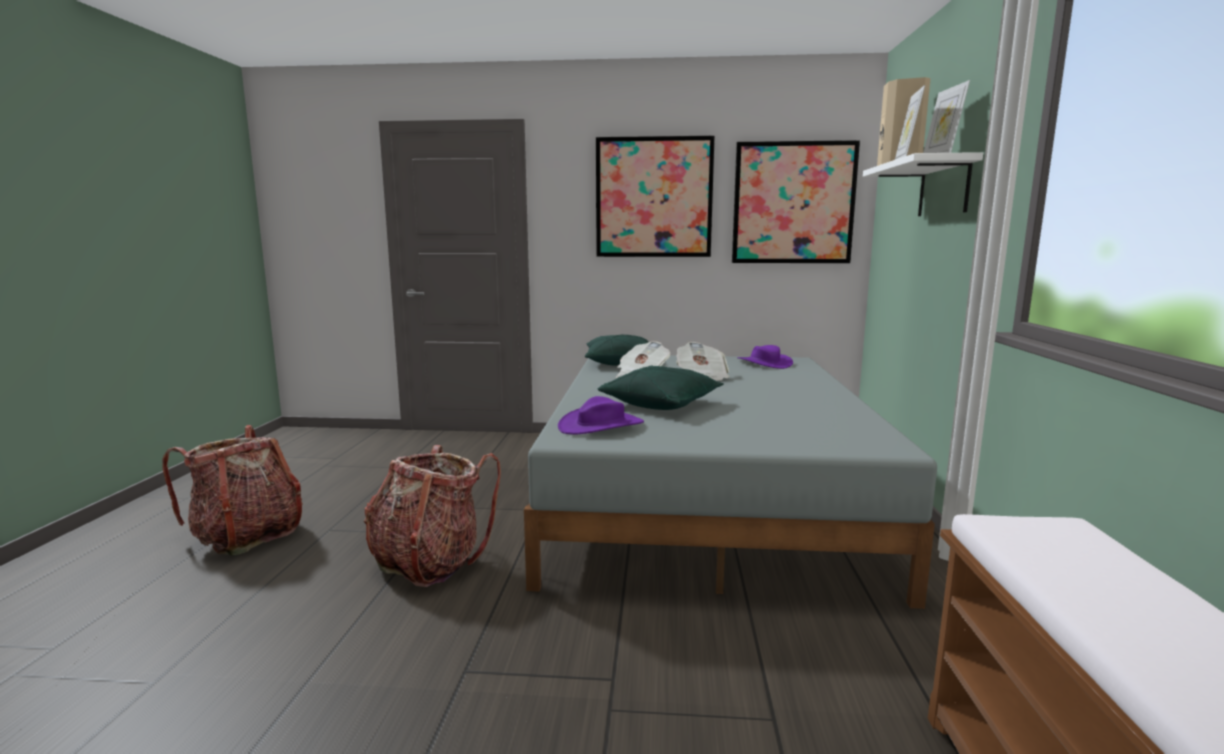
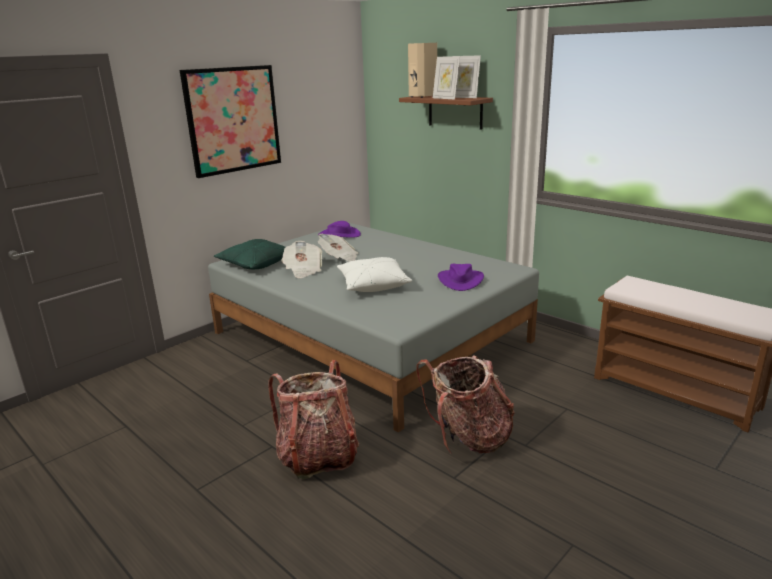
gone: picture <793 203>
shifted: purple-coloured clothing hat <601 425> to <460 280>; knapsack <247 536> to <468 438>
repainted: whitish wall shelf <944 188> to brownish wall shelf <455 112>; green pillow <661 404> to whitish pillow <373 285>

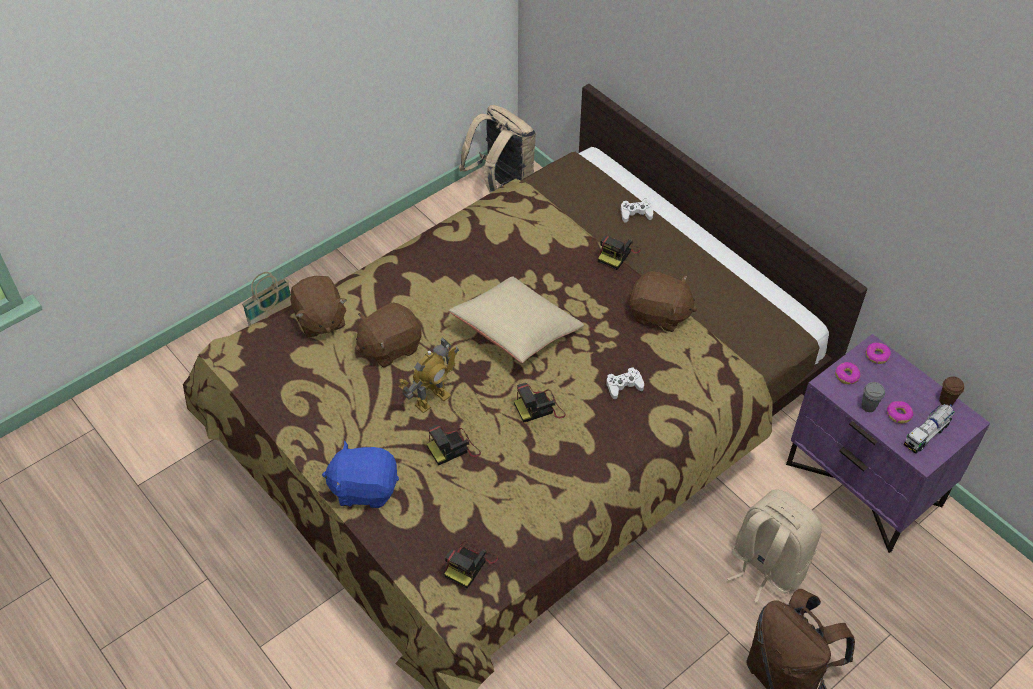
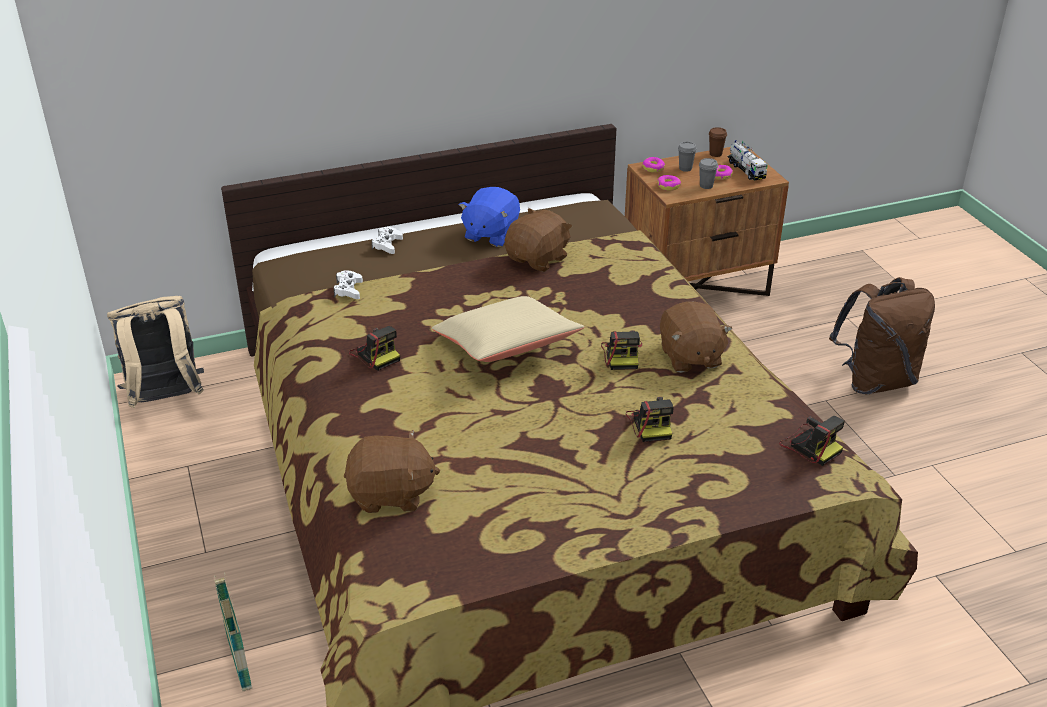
gone: robot figure <432 399>; beige knapsack <766 565>
new: gray drinking cup <685 168>
shifted: still camera <617 254> to <375 354>; brownish soft toy <389 347> to <690 357>; whitish joypad <623 386> to <348 290>; blue soft toy <364 488> to <490 234>
repainted: purple-coloured bedside table <865 484> to brownish bedside table <696 286>

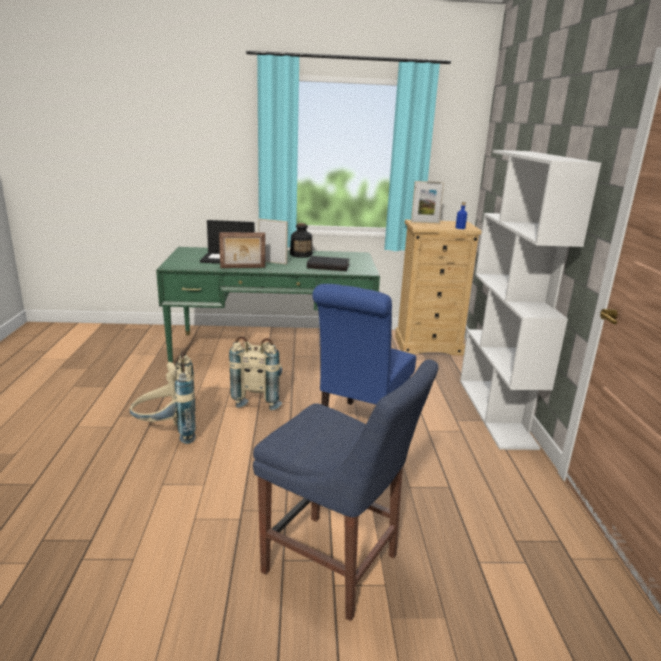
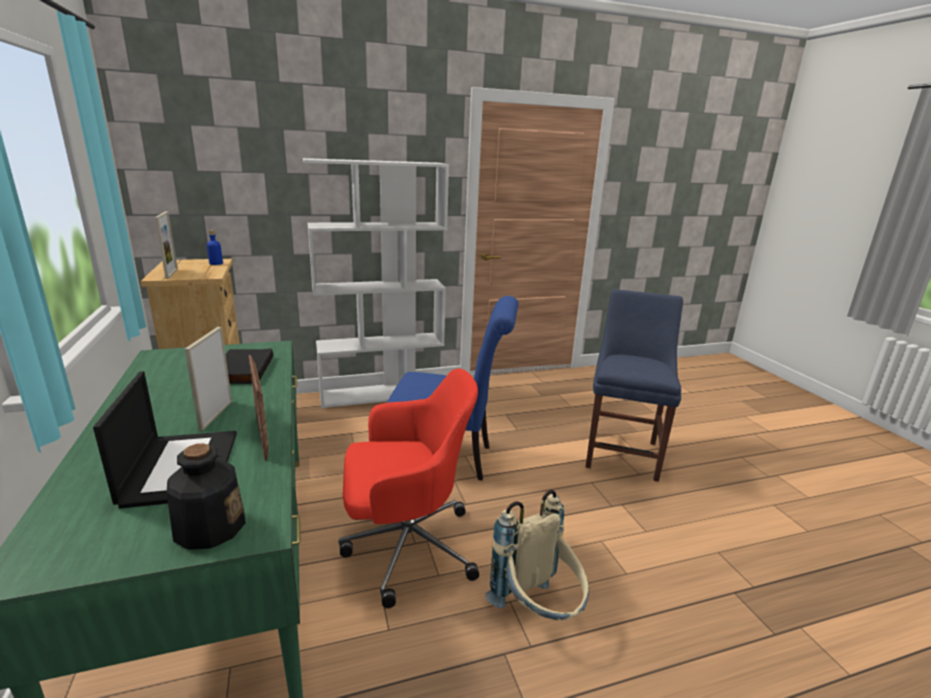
shifted: bottle <301 254> to <209 527>
swapped: beige knapsack <258 398> to red computer chair <406 546>

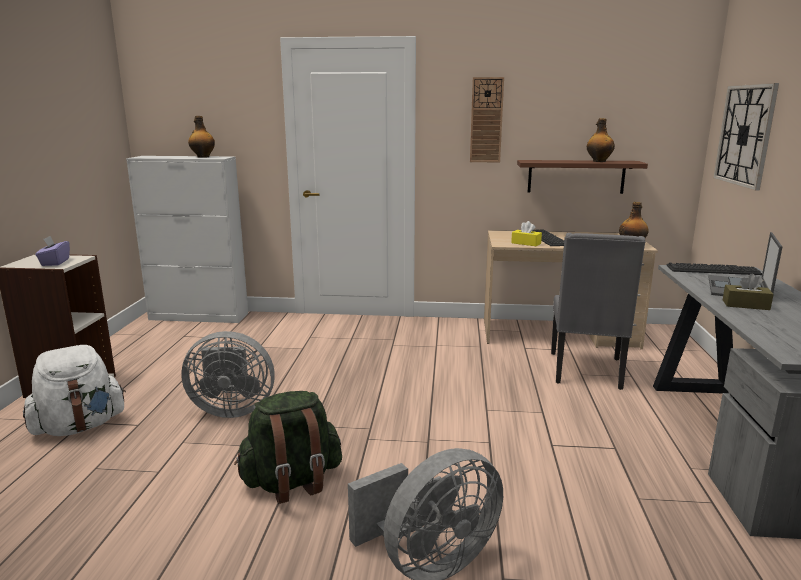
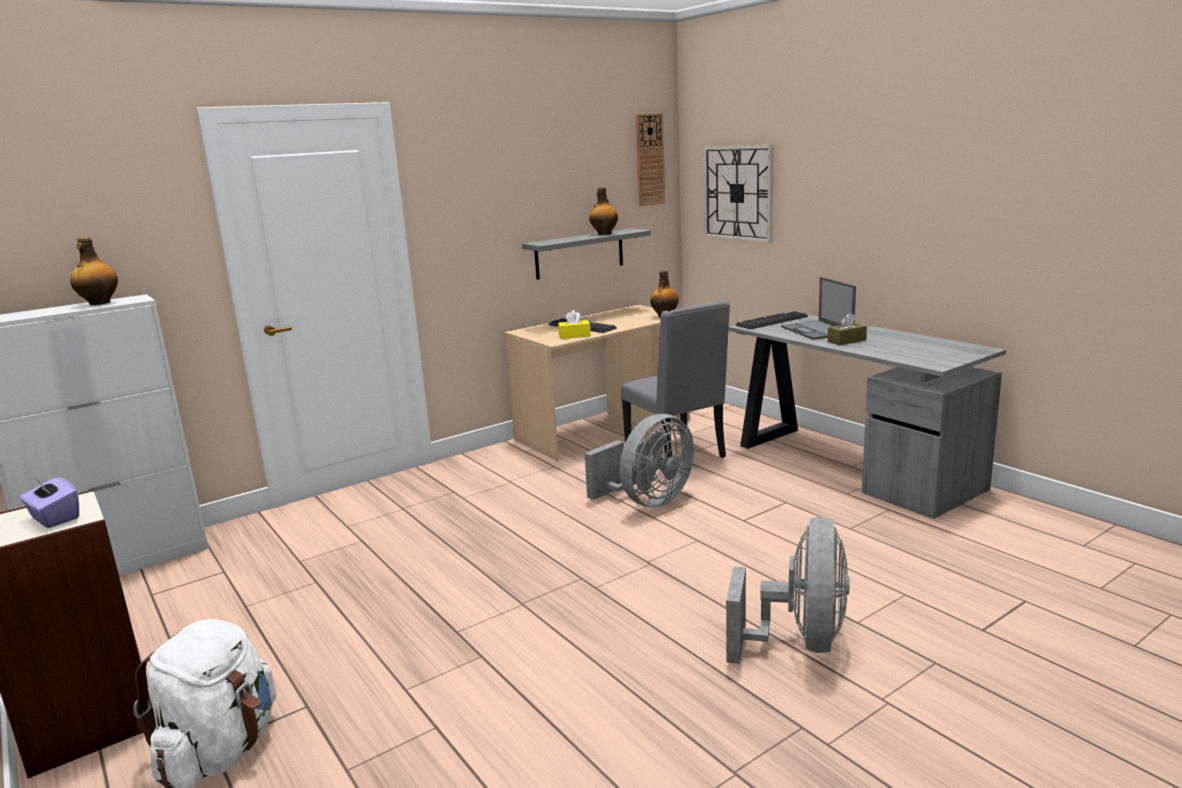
gone: green knapsack <292 482>
shifted: clock on the wall <486 120> to <650 160>; gray fan <231 409> to <647 501>
repainted: brownish wall shelf <576 176> to gray wall shelf <579 253>

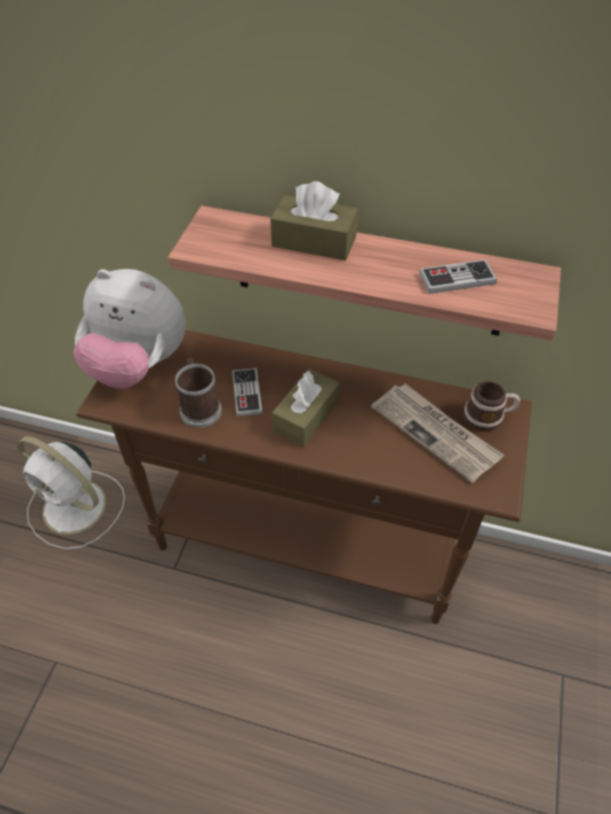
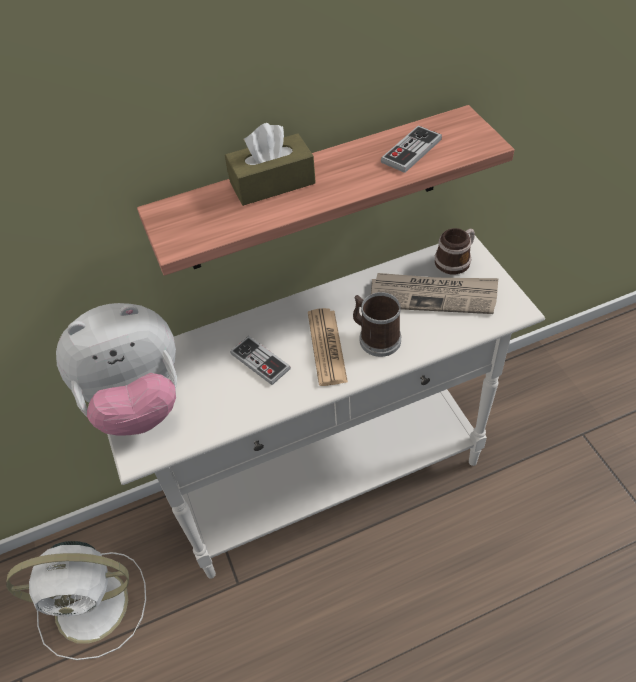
shifted: tea mug <200 407> to <375 338>
swapped: brownish box of tissues <306 416> to daily paper <327 347>
repainted: brownish hall table <307 545> to whitish hall table <331 480>

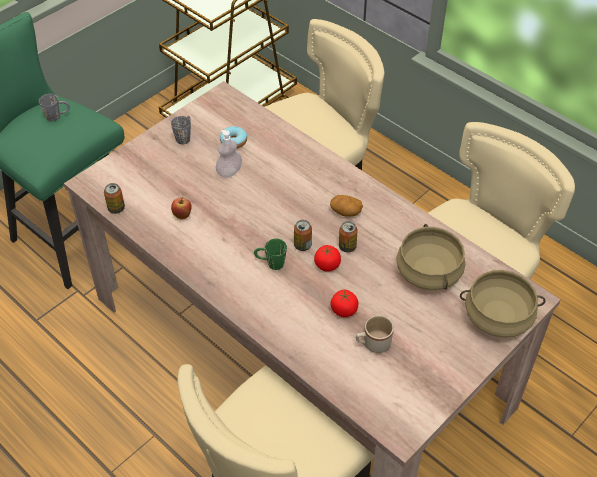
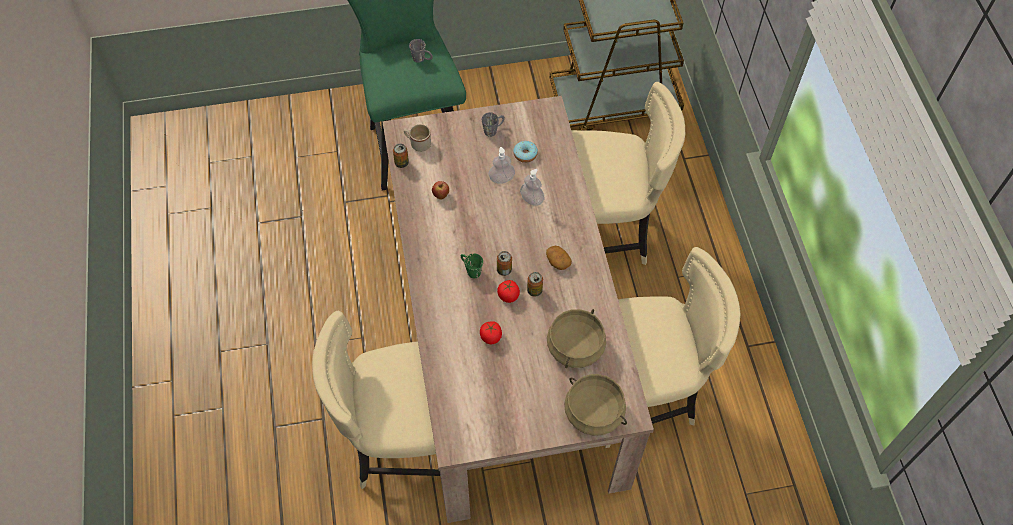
new: soap bottle <532 199>
shifted: beige tea mug <372 344> to <418 143>

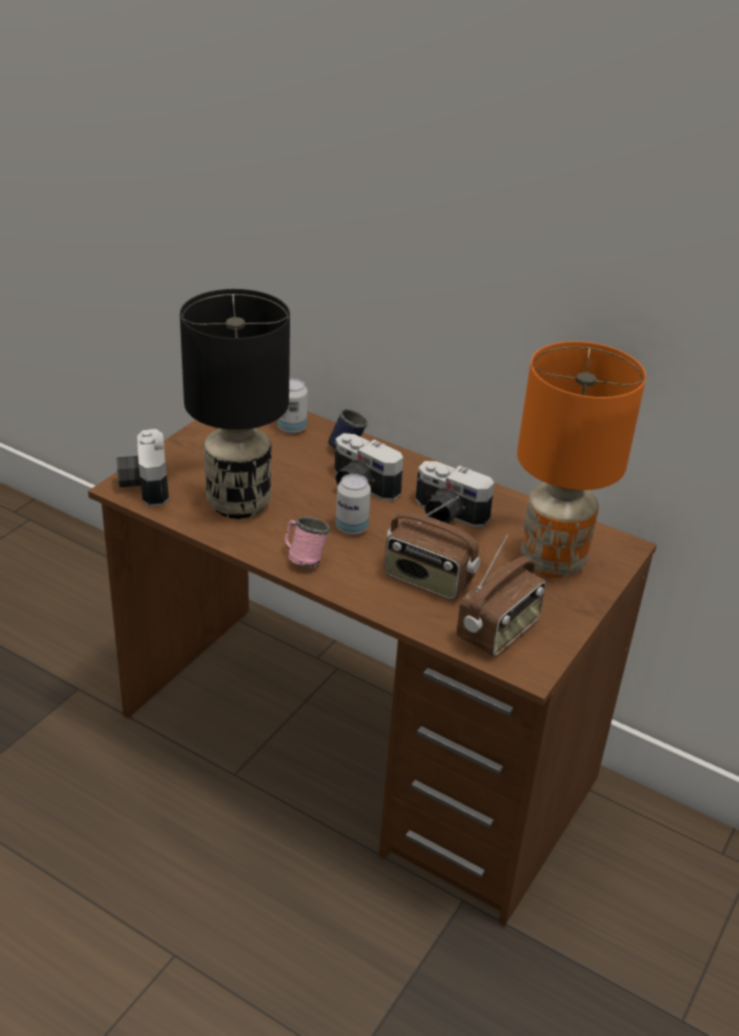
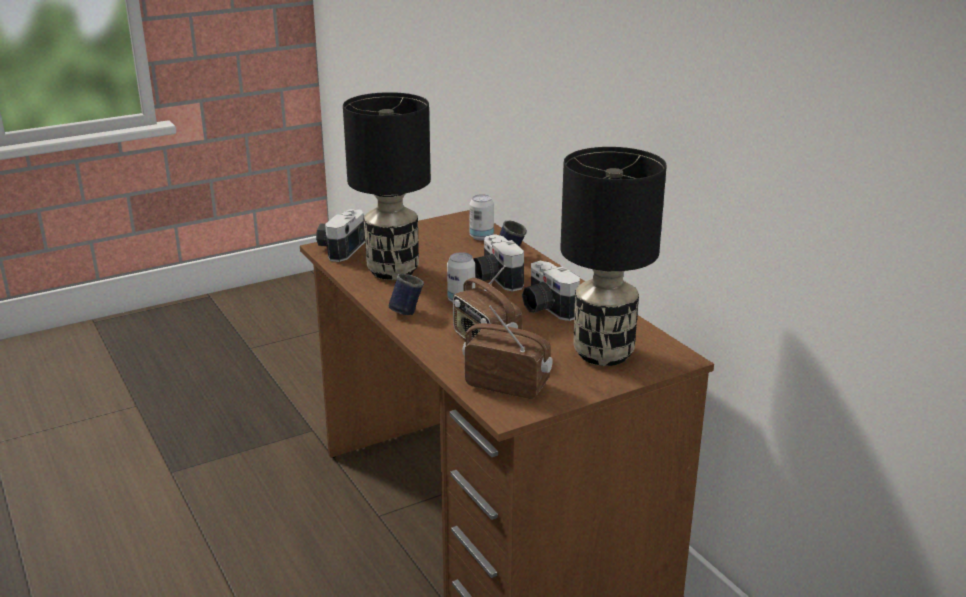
repainted: orange-coloured table lamp <553 561> to blackish table lamp <604 354>; pink tea mug <303 558> to blue tea mug <405 310>
rotated: radio receiver <499 631> = <507 385> 135 degrees counterclockwise

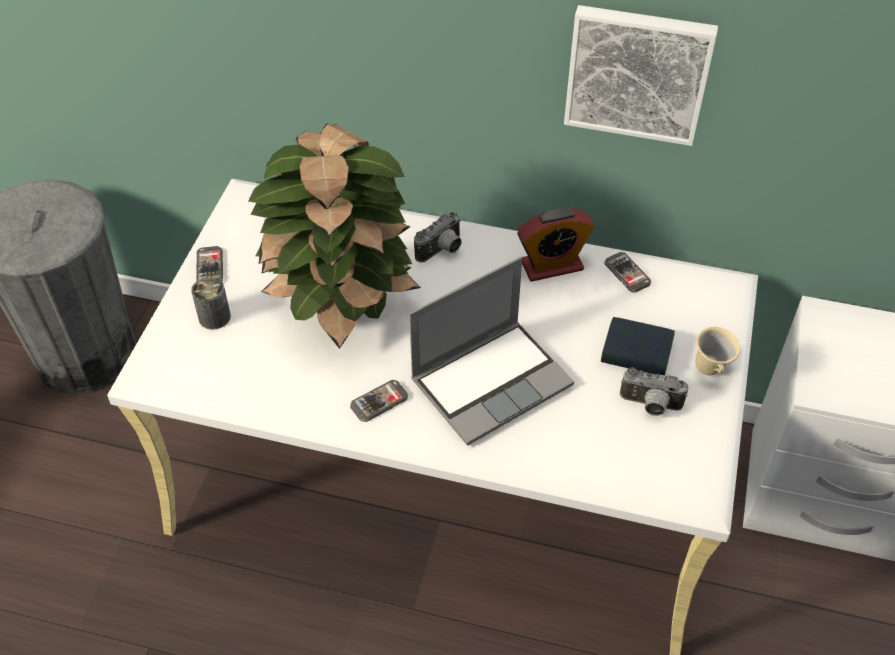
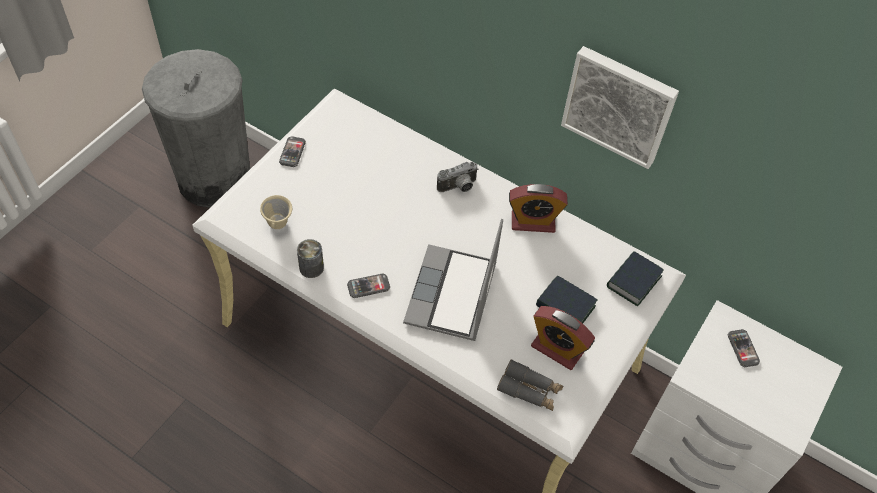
gone: plant in a pot <341 312>
new: book <633 281>; gray pair of binoculars <529 390>
shifted: phone <627 273> to <743 349>; can <214 317> to <311 267>; beige tea mug <710 370> to <279 226>
swapped: still camera <650 406> to table clock <557 349>
rotated: portable computer <492 381> = <452 295> 120 degrees clockwise

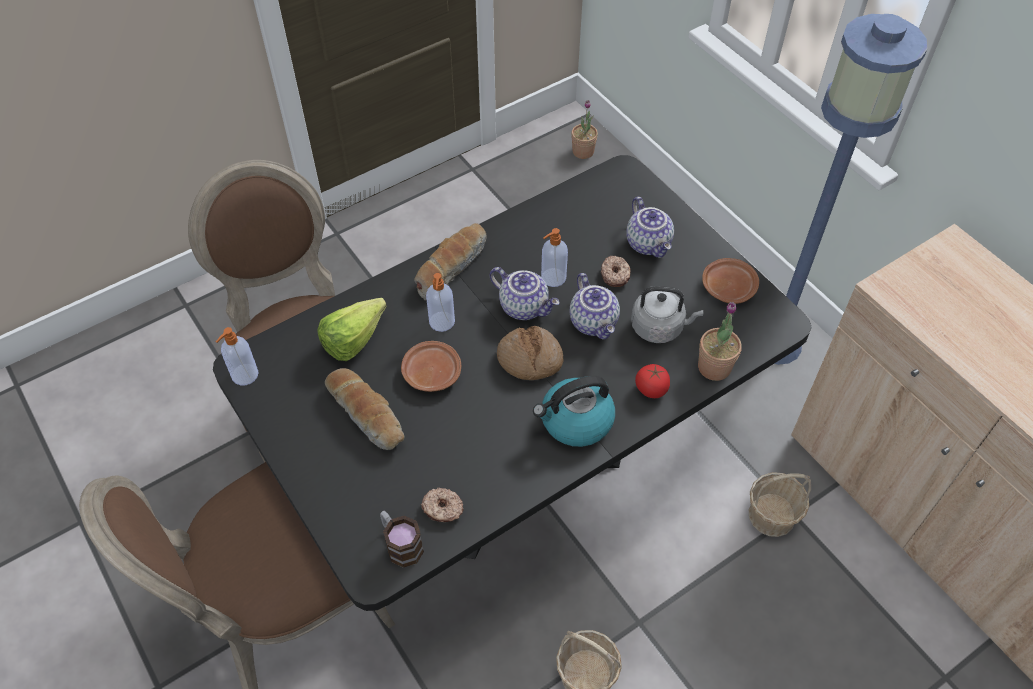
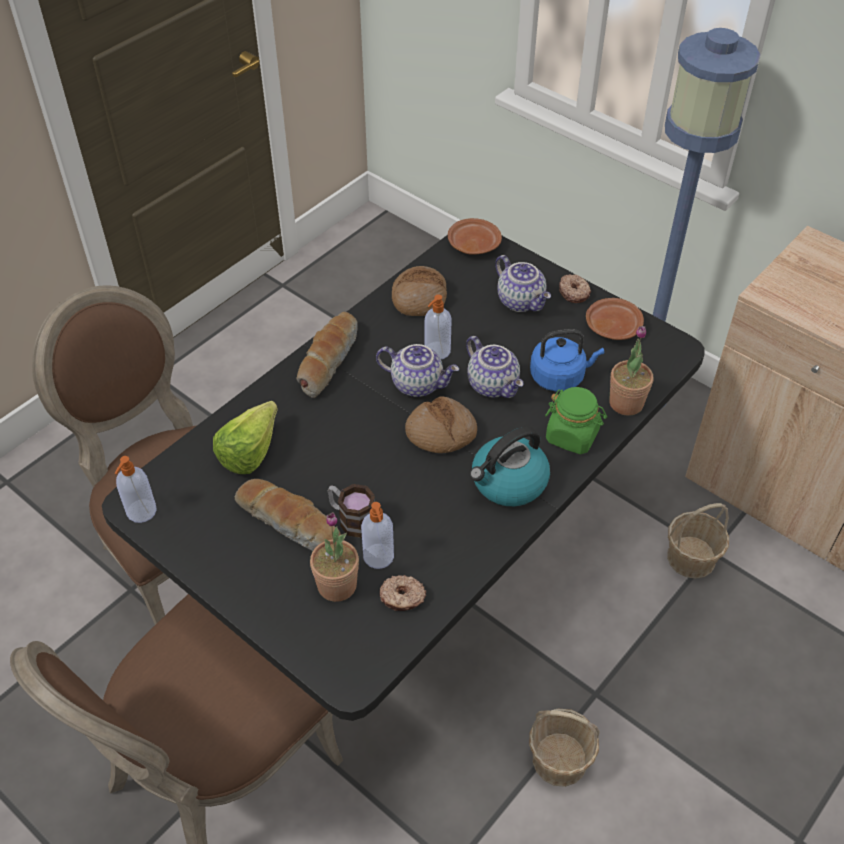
new: bread <419 298>
shifted: plant in a pot <583 152> to <337 585>; ring doughnut <615 275> to <574 292>; soap bottle <442 322> to <379 557>; brownish plate <431 372> to <473 244>; tea mug <400 544> to <351 519>
swapped: fresh tomato <651 389> to green preserve jar <572 436>
repainted: gray tea kettle <659 327> to blue tea kettle <560 377>

